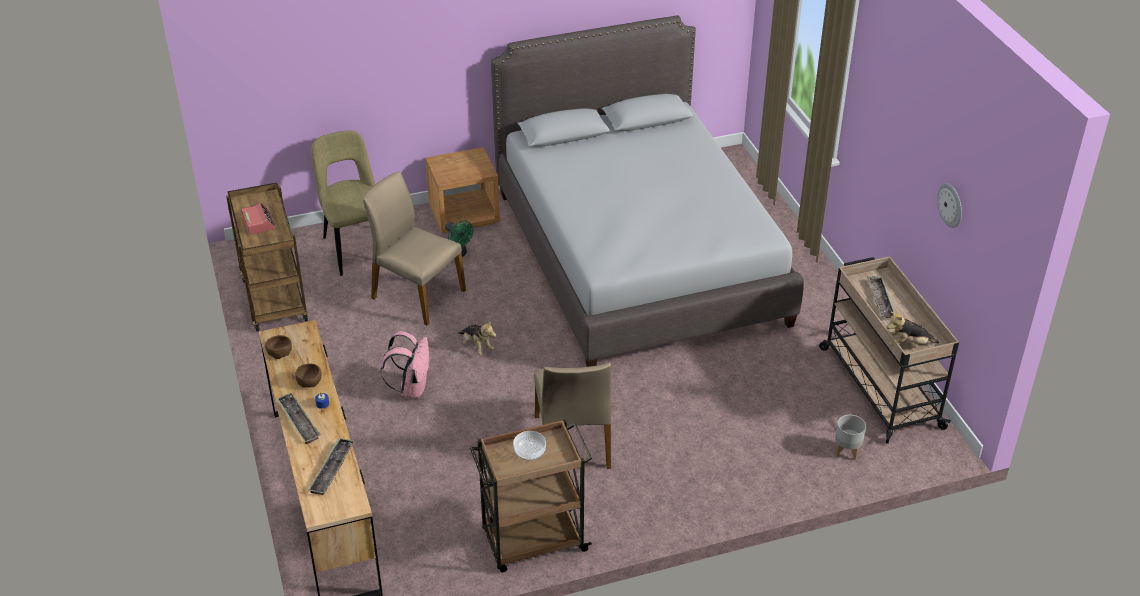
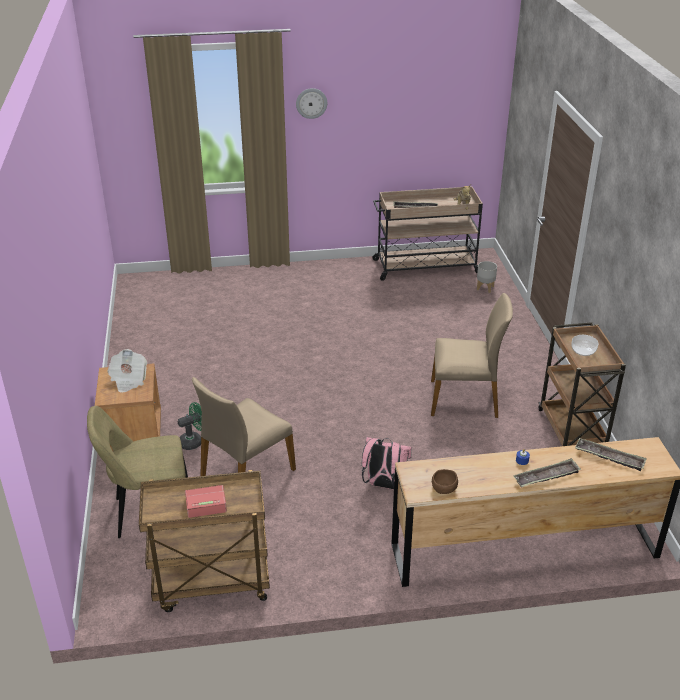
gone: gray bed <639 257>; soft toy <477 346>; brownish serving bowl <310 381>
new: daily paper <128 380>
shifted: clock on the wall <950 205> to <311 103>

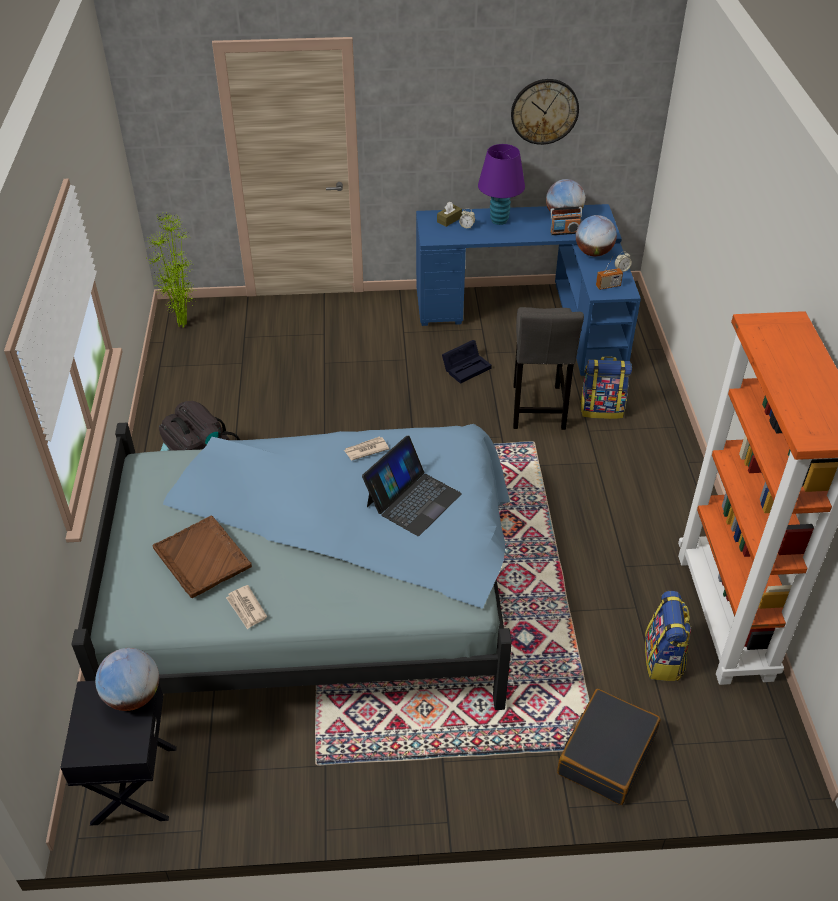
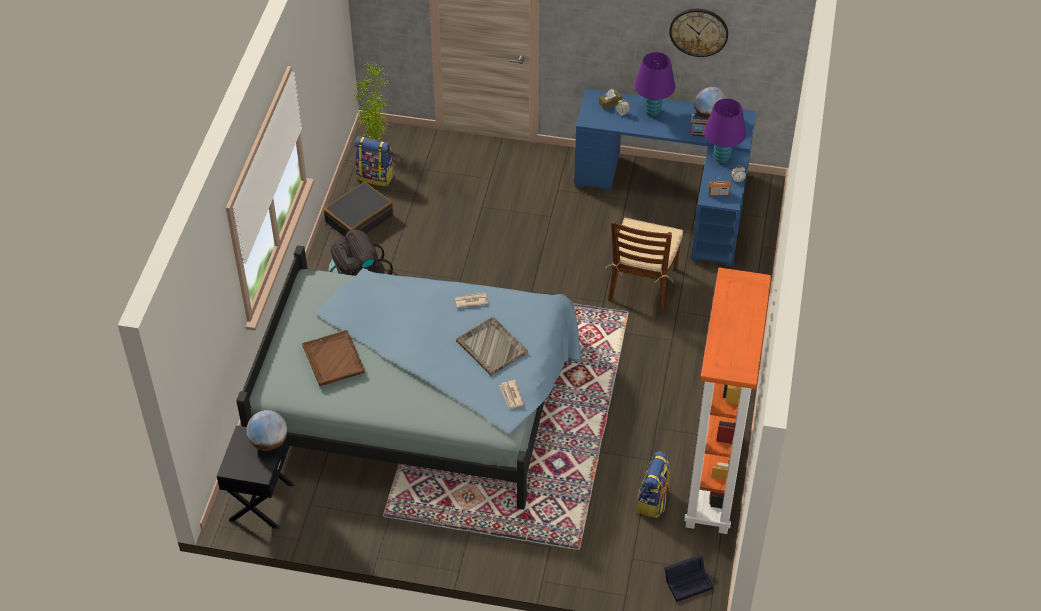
shifted: blackish storage box <467 367> to <689 582>; knapsack <602 409> to <375 176>; daily paper <246 608> to <511 395>; blackish travel case <606 753> to <359 219>
swapped: world globe <593 253> to purple-coloured table lamp <721 158>; gray stool seat <537 410> to brownish plain chair <642 284>; portable computer <412 499> to gray serving tray <491 346>

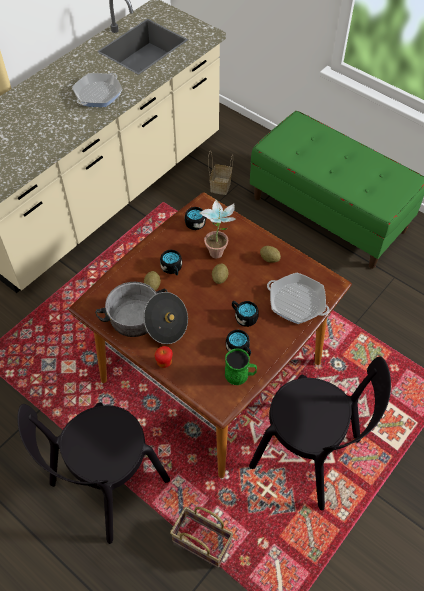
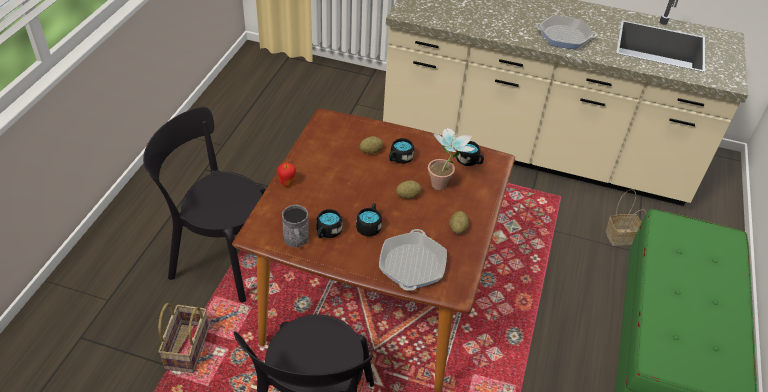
gone: cooking pot <146 322>
repainted: green tea mug <240 375> to gray tea mug <296 240>

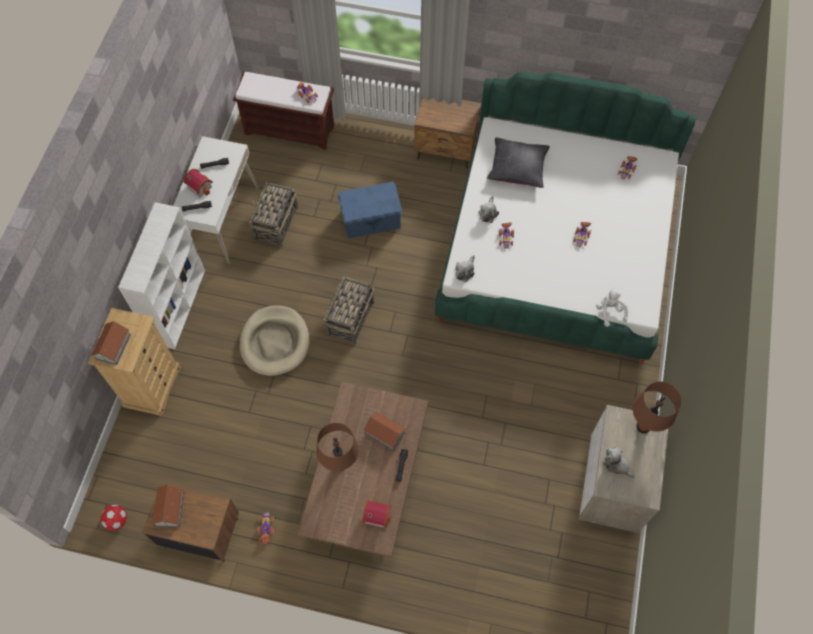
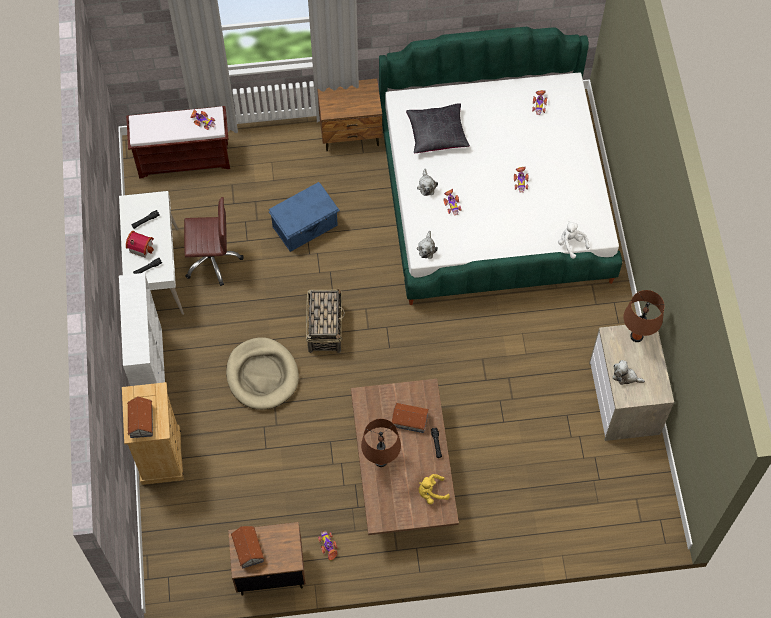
gone: ball for football <117 520>
swapped: basket <276 223> to brownish computer chair <212 260>; toy house <376 514> to yellow soft toy <431 492>

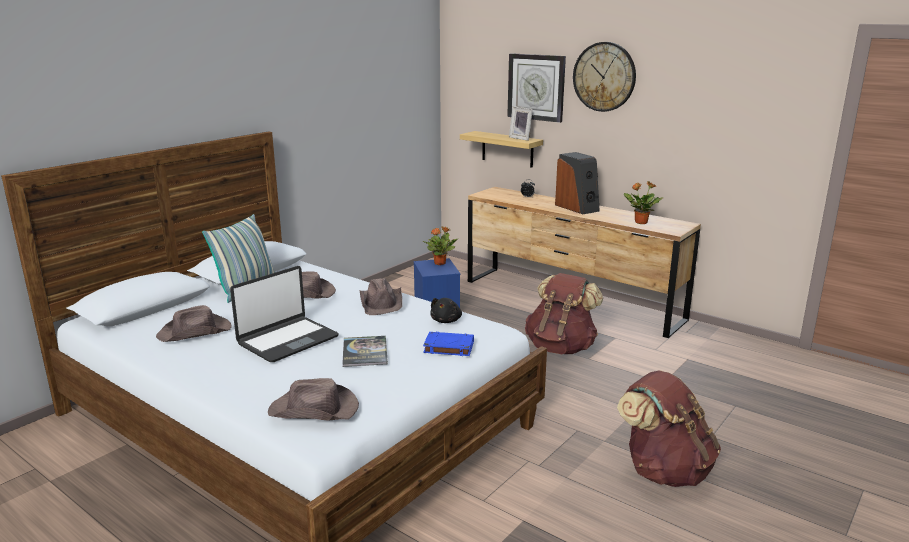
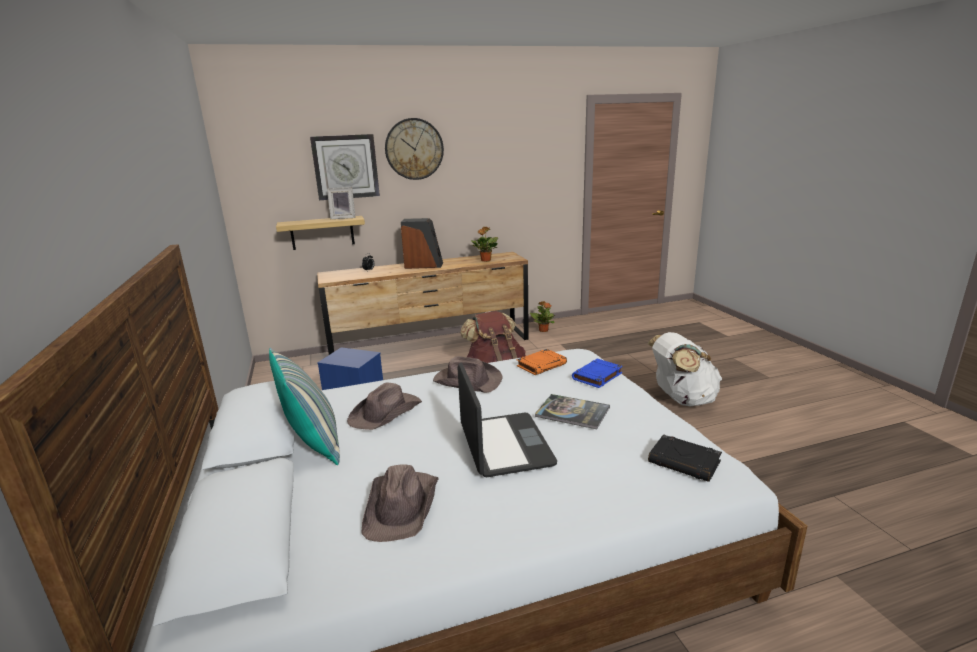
shifted: plant in a pot <440 263> to <543 330>
swapped: blackish soft toy <446 320> to orange-coloured book <541 365>; brownish clothing hat <314 410> to blackish book <685 462>
repainted: brownish knapsack <664 470> to whitish knapsack <681 399>

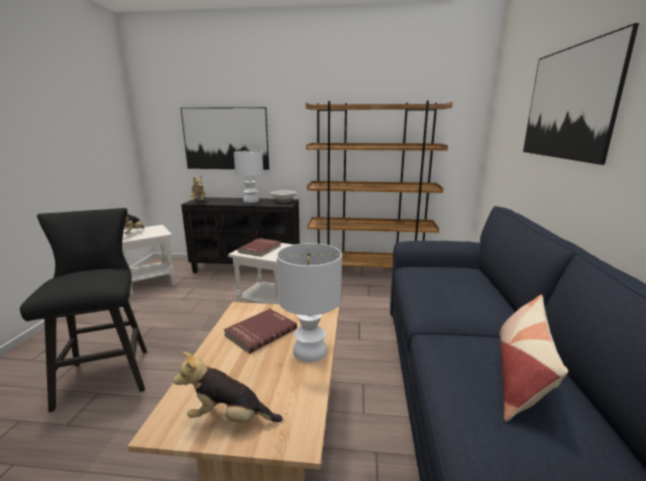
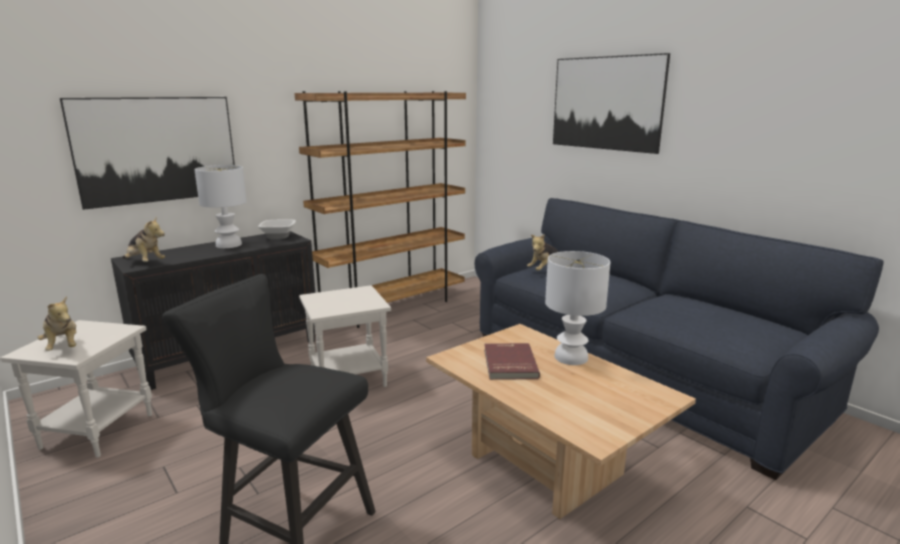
gone: red book <260 249>; pillow <520 375>
shifted: soft toy <229 419> to <545 270>

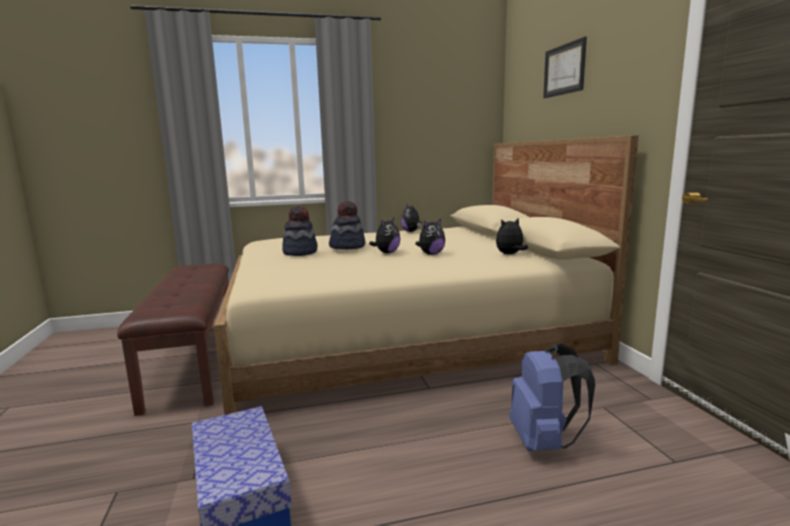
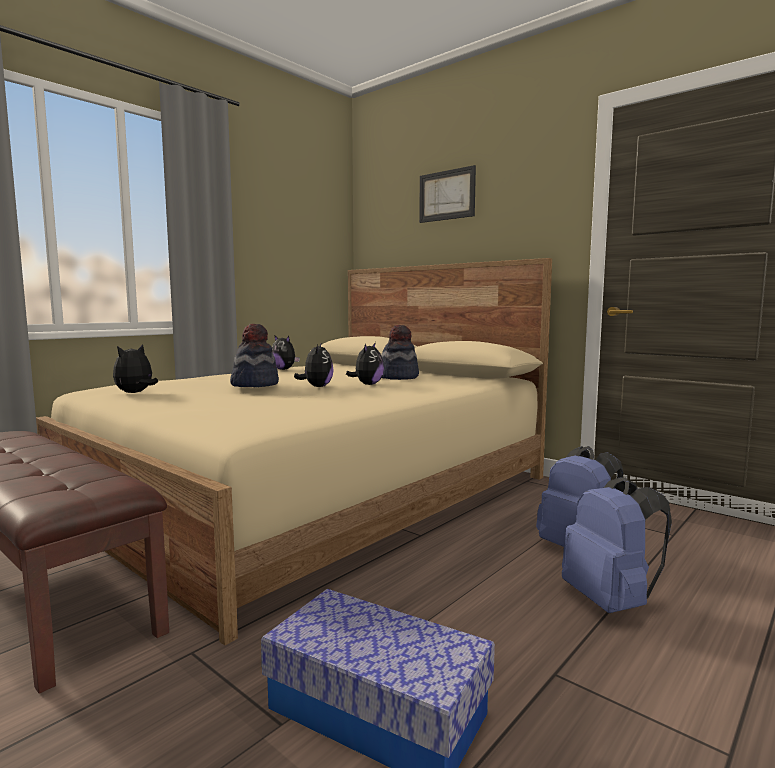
new: blue knapsack <611 602>
shifted: clothing hat <300 252> to <398 377>; soft toy <510 254> to <135 393>

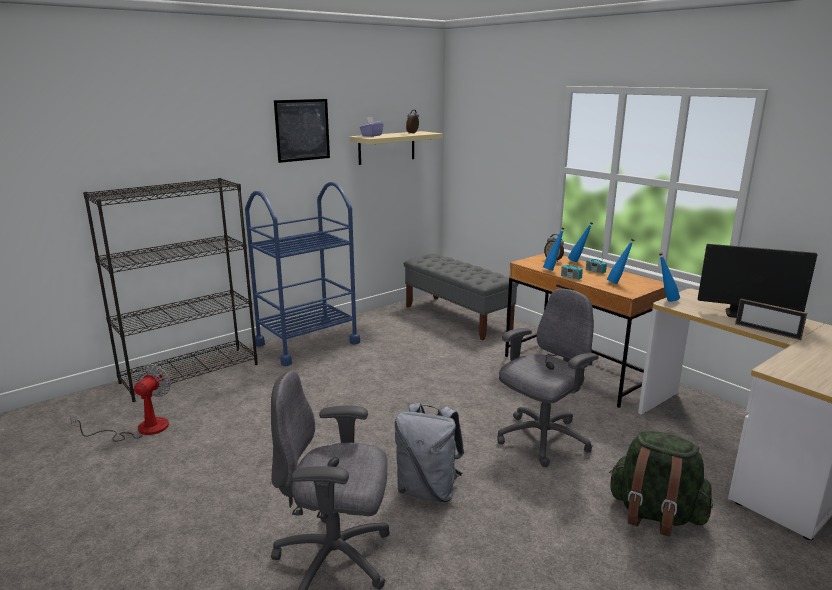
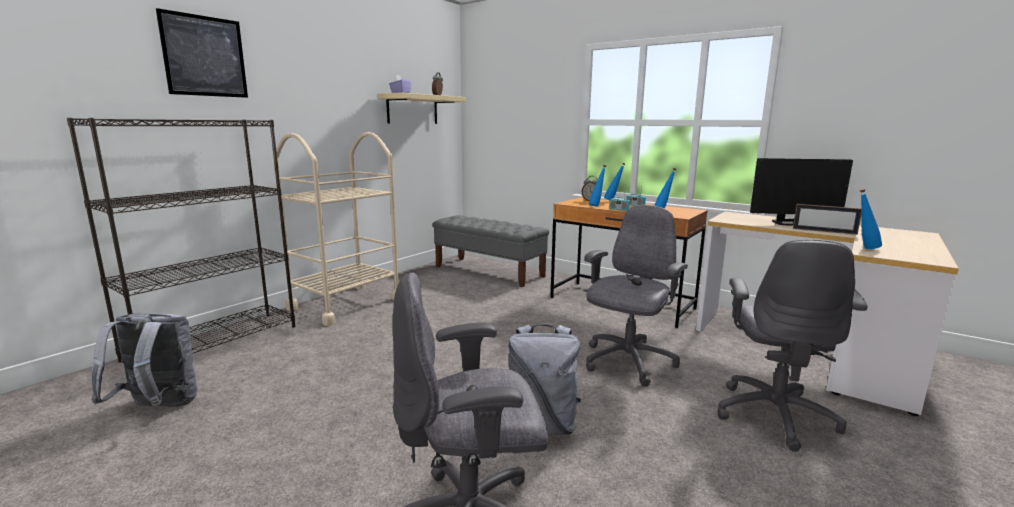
shifted: picture <302 130> to <204 56>; blue bottle <665 300> to <864 248>
swapped: fan <141 429> to gray knapsack <158 408>; green knapsack <655 514> to gray computer chair <775 415>
repainted: blue wheeled cart <307 343> to beige wheeled cart <346 304>

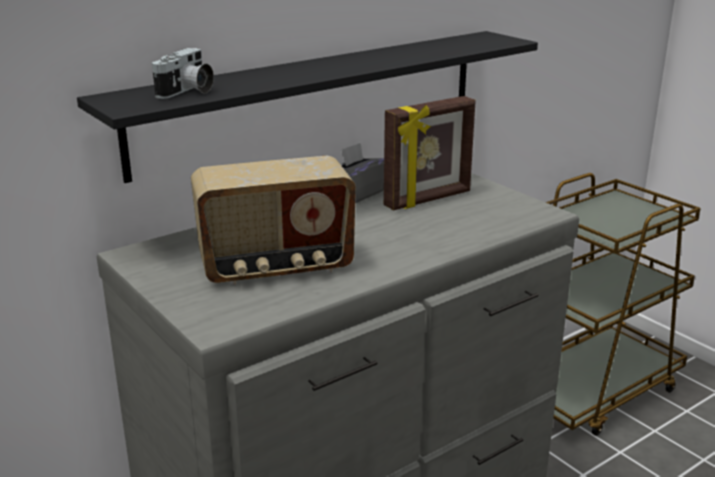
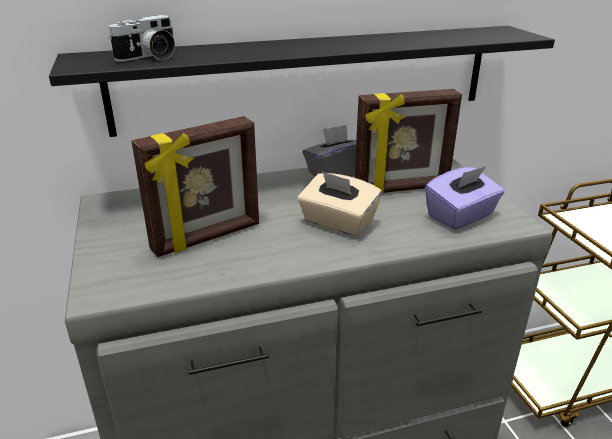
new: purple-coloured box of tissues <461 216>; beige box of tissues <338 223>
swapped: radio receiver <276 268> to standing frame <207 238>

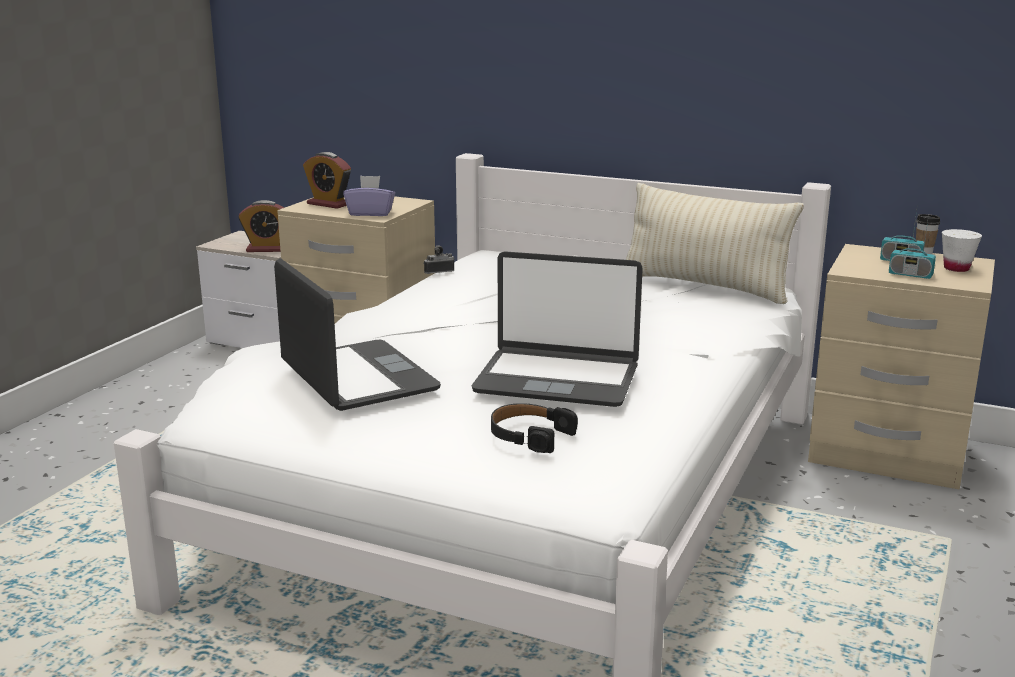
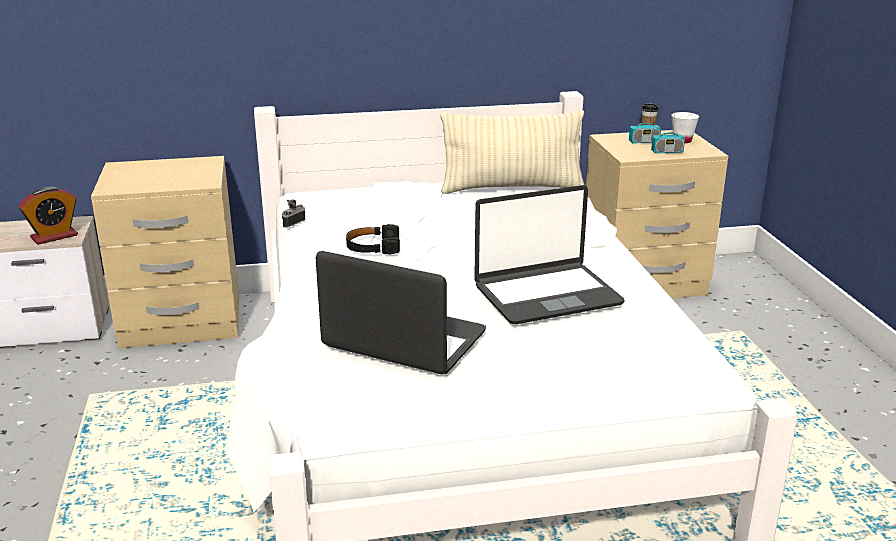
gone: table clock <329 204>; purple-coloured box of tissues <370 213>
shifted: blackish headset <530 436> to <373 247>

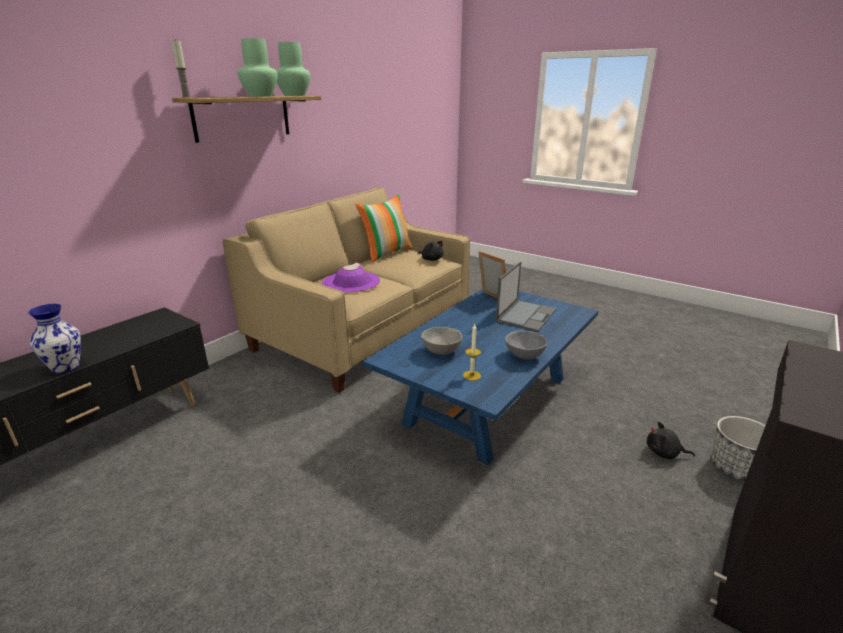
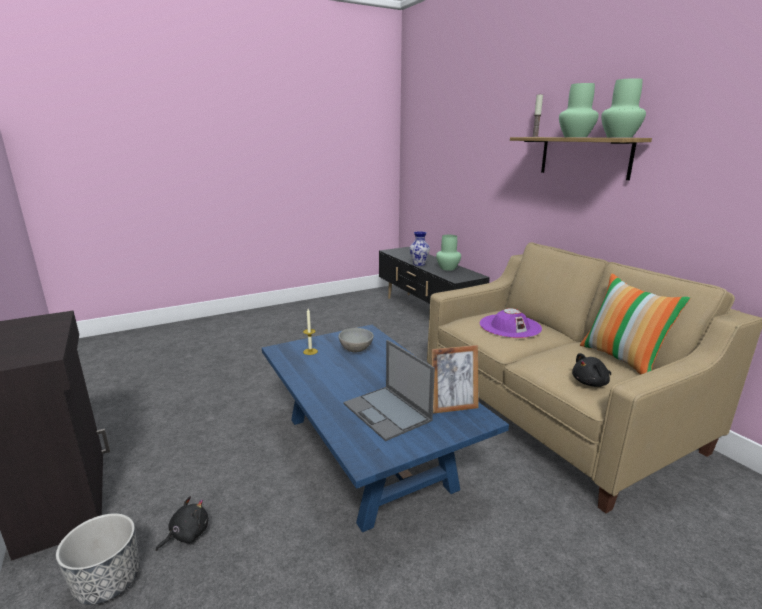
gone: gray serving bowl <523 356>
new: green vase <448 268>

